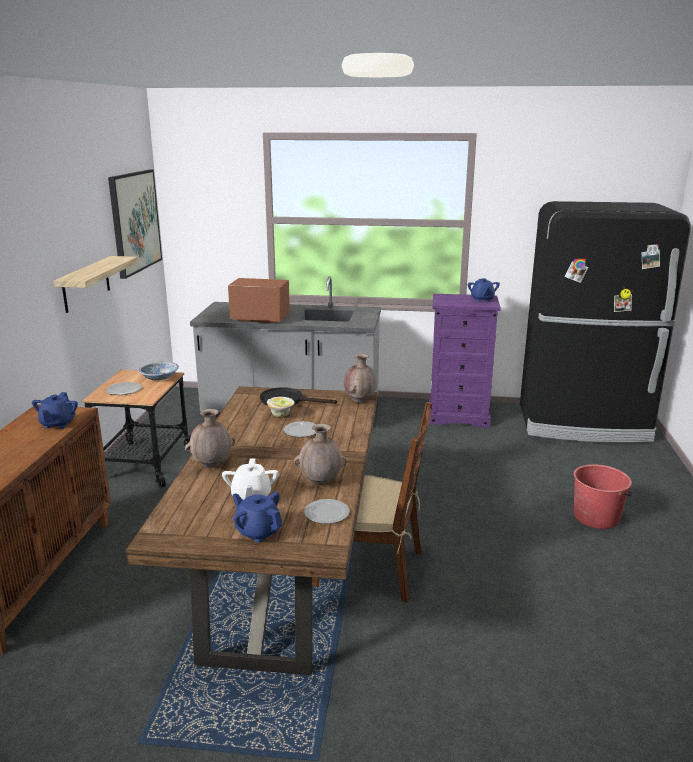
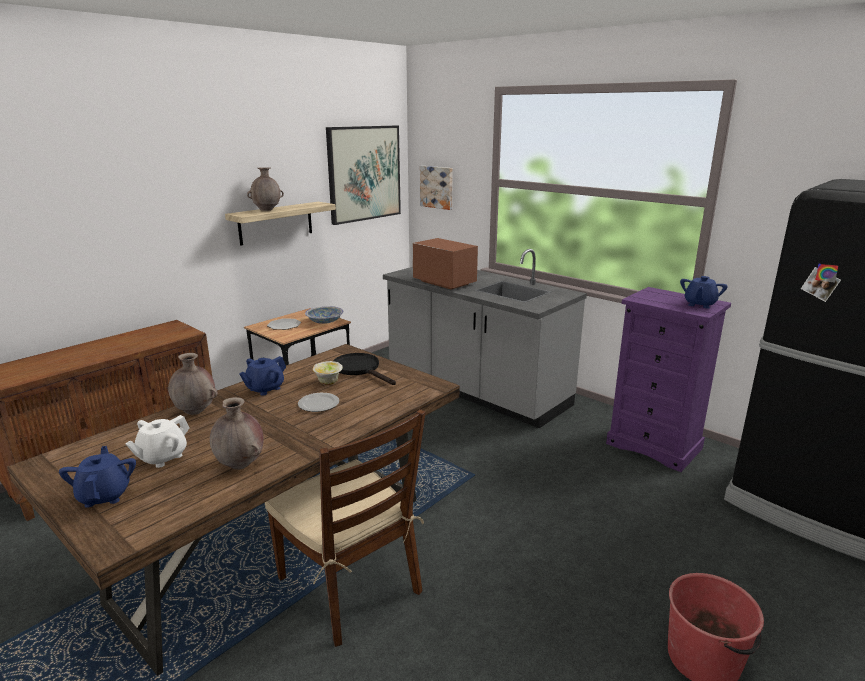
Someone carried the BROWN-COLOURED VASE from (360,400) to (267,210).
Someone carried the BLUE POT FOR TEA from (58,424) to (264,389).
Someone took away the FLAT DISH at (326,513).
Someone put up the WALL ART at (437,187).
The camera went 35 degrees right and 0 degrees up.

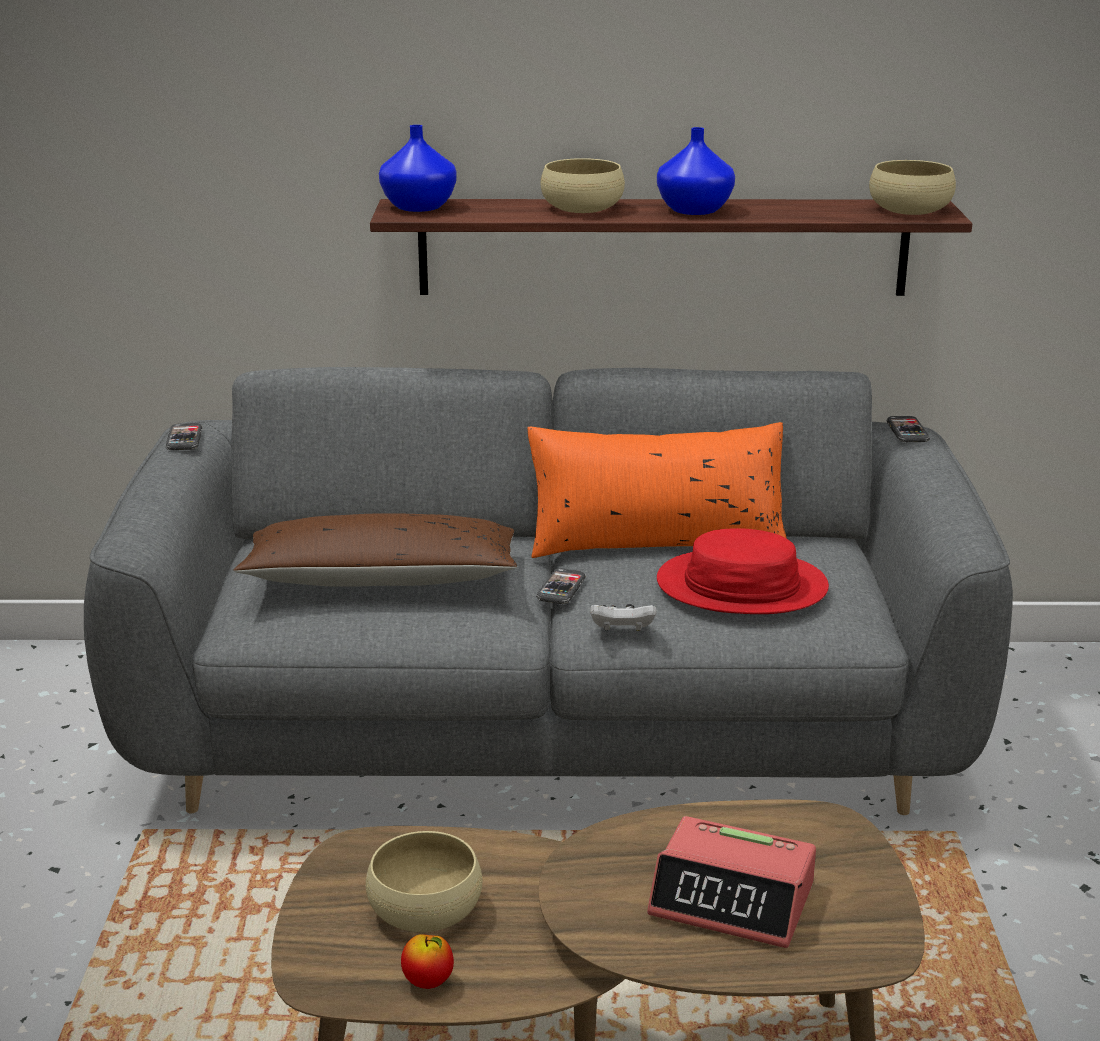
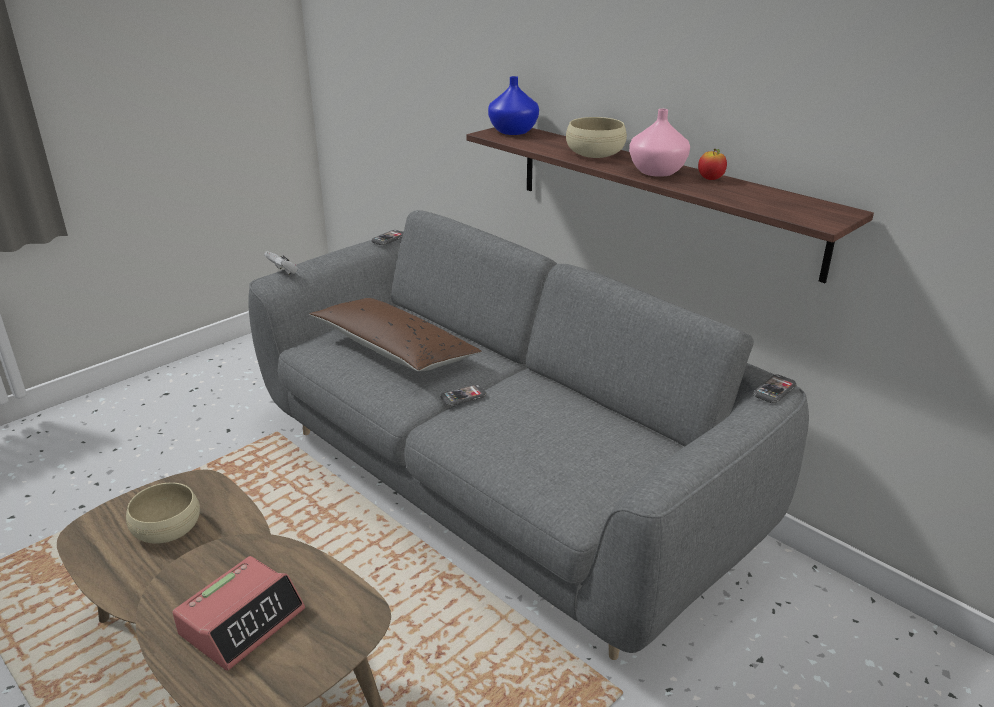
Someone repainted the BLUE VASE at (695,210), which became the PINK-COLOURED VASE at (658,172).
Someone took away the BEIGE SERVING BOWL at (909,209).
Someone took away the ORANGE CUSHION at (656,541).
Someone took away the RED-COLOURED HAT at (741,586).
Someone carried the WHITISH JOYPAD from (622,631) to (283,272).
Someone rotated the TABLE CLOCK at (733,899) by 120 degrees counterclockwise.
Someone carried the APPLE FRUIT from (428,982) to (710,179).
The camera went 45 degrees right and 5 degrees up.

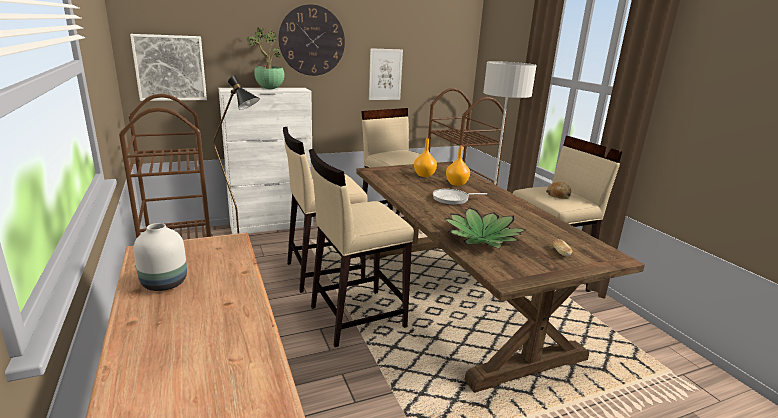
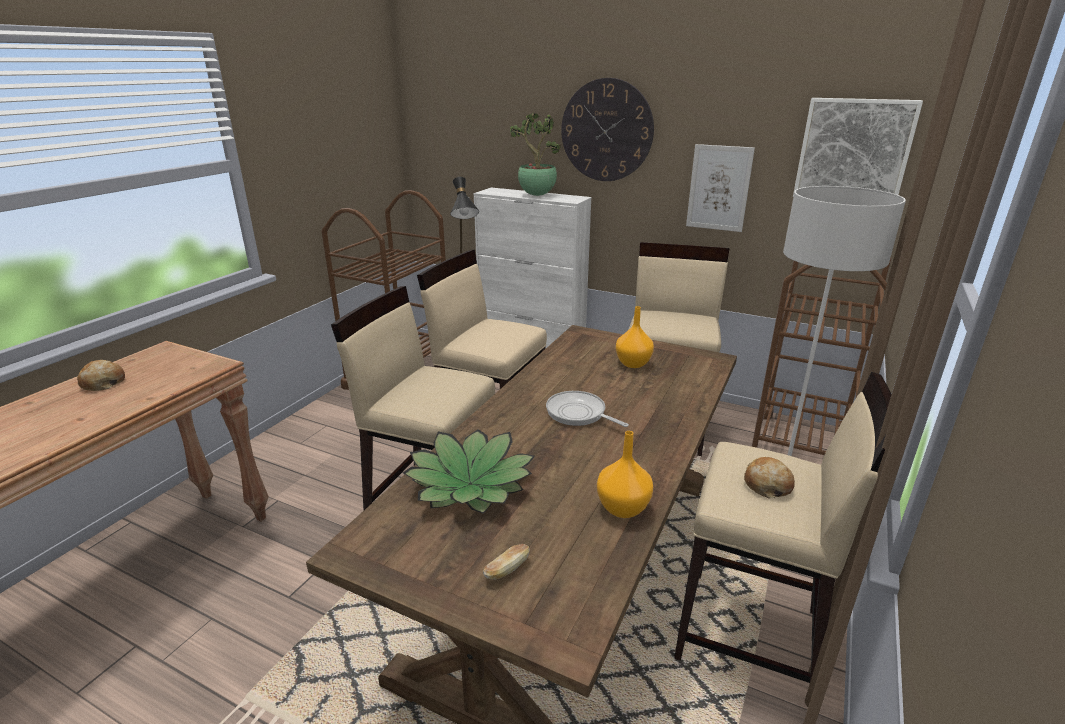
Someone carried the WALL ART from (170,68) to (853,151).
Someone carried the ORANGE VASE from (456,184) to (622,507).
Someone swapped the WHITISH VASE at (165,284) for the BAKERY BREAD at (103,383).
The camera went 50 degrees right and 5 degrees up.

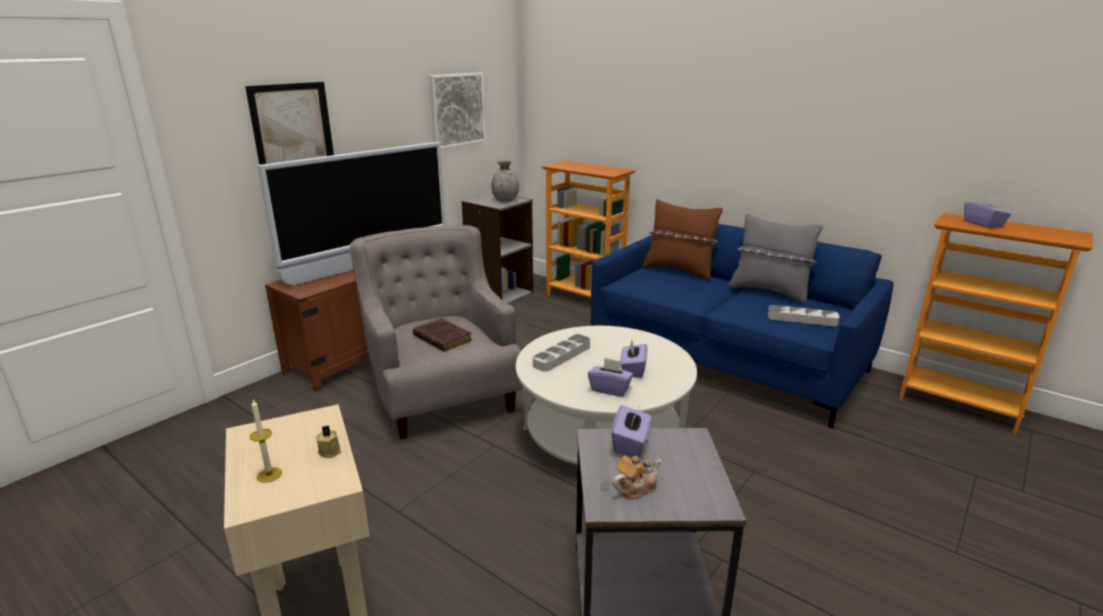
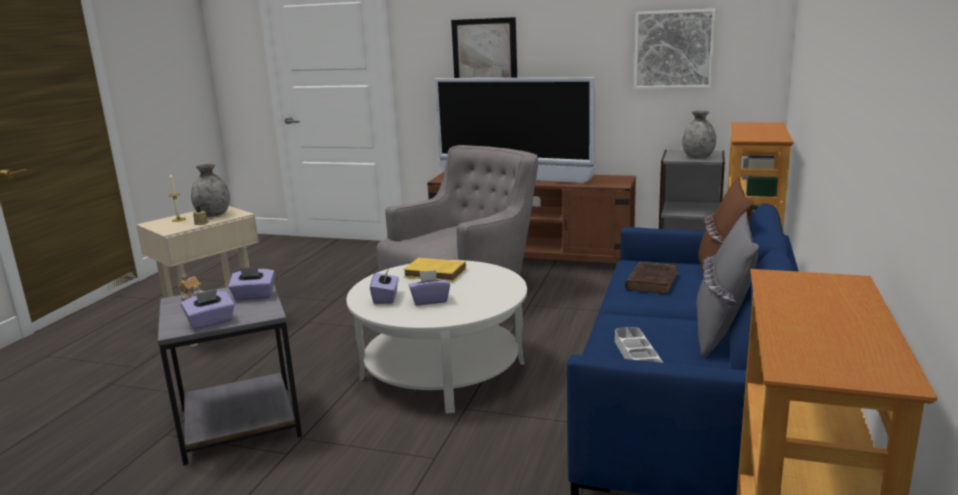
Someone carried the PURPLISH TISSUE HOLDER from (983,224) to (211,322).
Someone carried the BROWN-COLOURED VOLUME from (441,337) to (652,281).
Someone swapped the GRAY CARRYING TRAY at (562,356) for the YELLOW VOLUME at (437,273).
Someone put down the GRAY VASE at (213,215).
The camera went 70 degrees right and 5 degrees down.

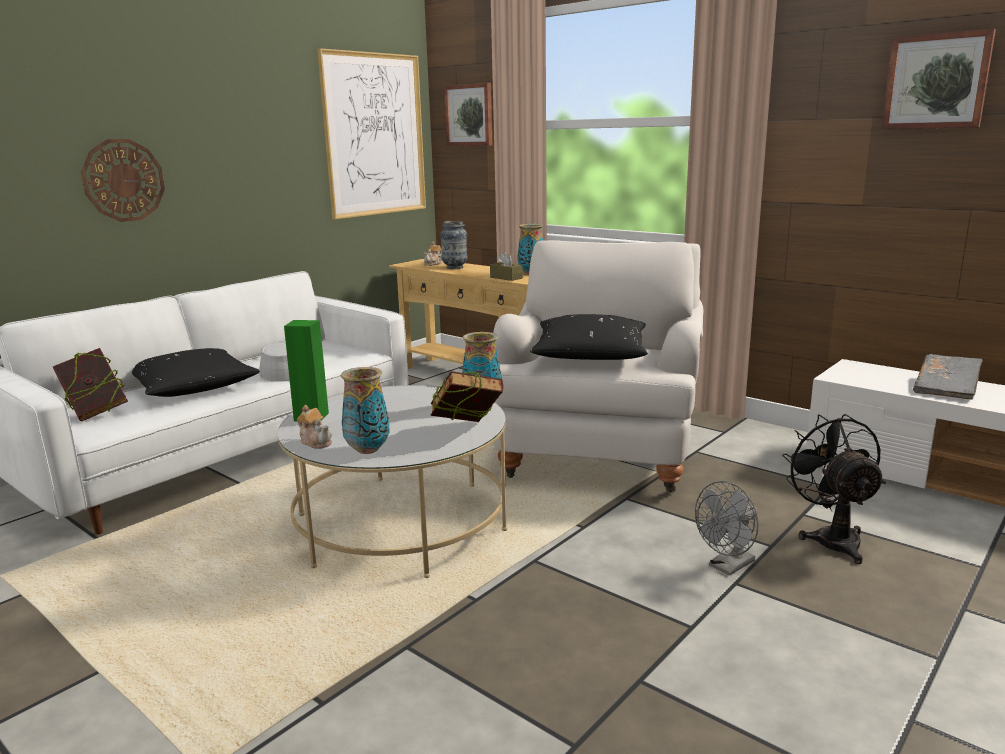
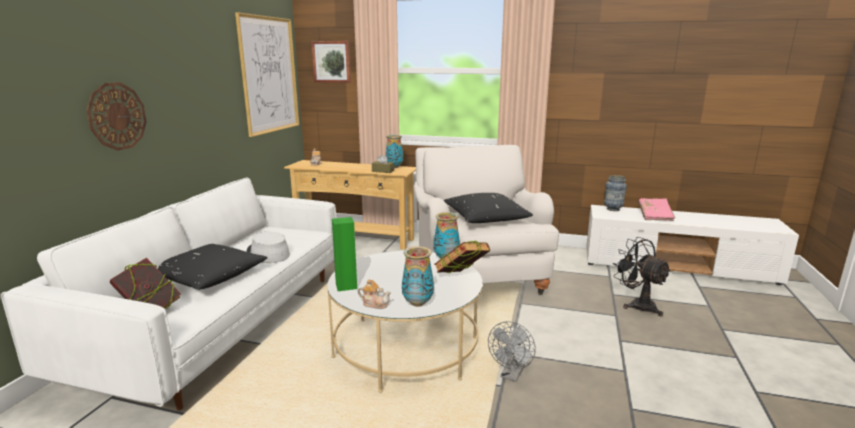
Someone took away the WALL ART at (936,81).
Someone carried the VASE from (455,268) to (613,209).
Someone repainted the GRAY VOLUME at (946,388), which became the PINK-COLOURED VOLUME at (655,215).
Someone carried the GRAY COOLING FAN from (727,567) to (511,375).
The camera went 25 degrees left and 0 degrees up.

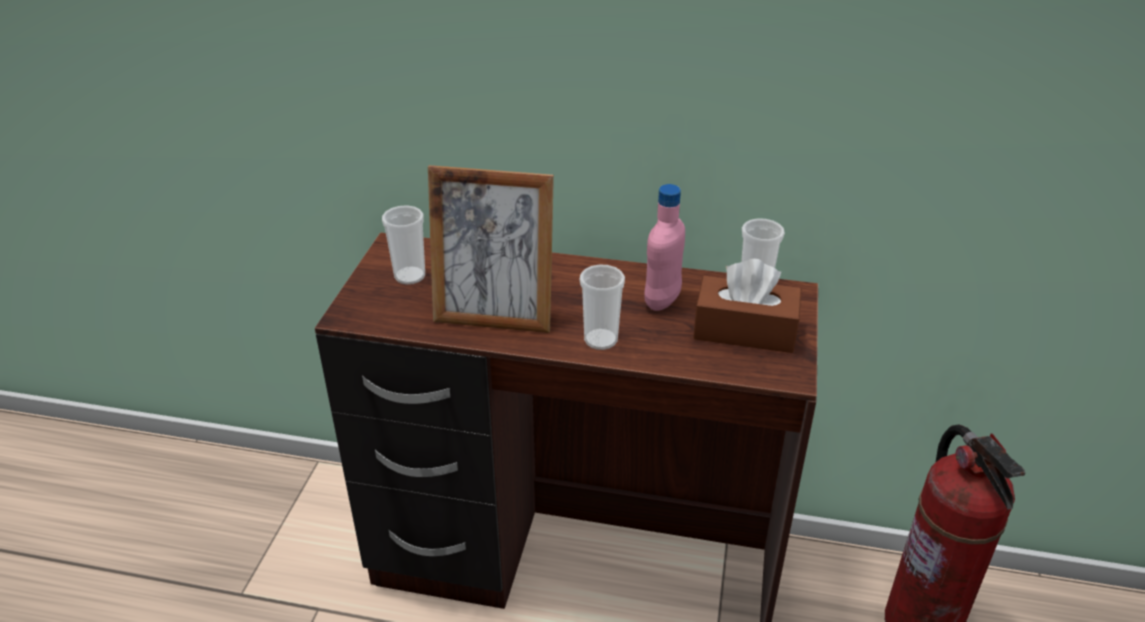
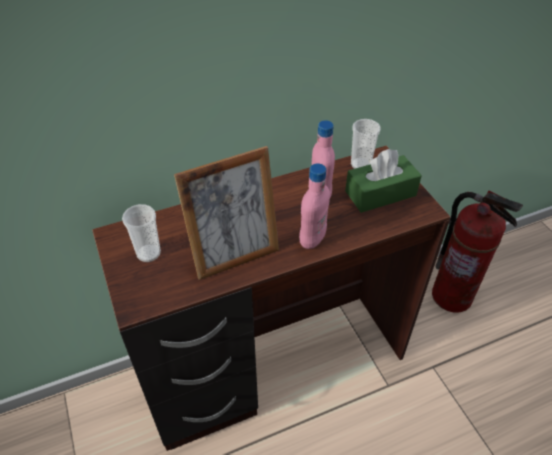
Someone repainted the BROWN-COLOURED TISSUE HOLDER at (745,330), which became the GREENISH TISSUE HOLDER at (380,193).
Someone swapped the DRINKING CUP at (600,340) for the PINK-COLOURED BEVERAGE BOTTLE at (312,239).
The camera went 35 degrees left and 10 degrees up.

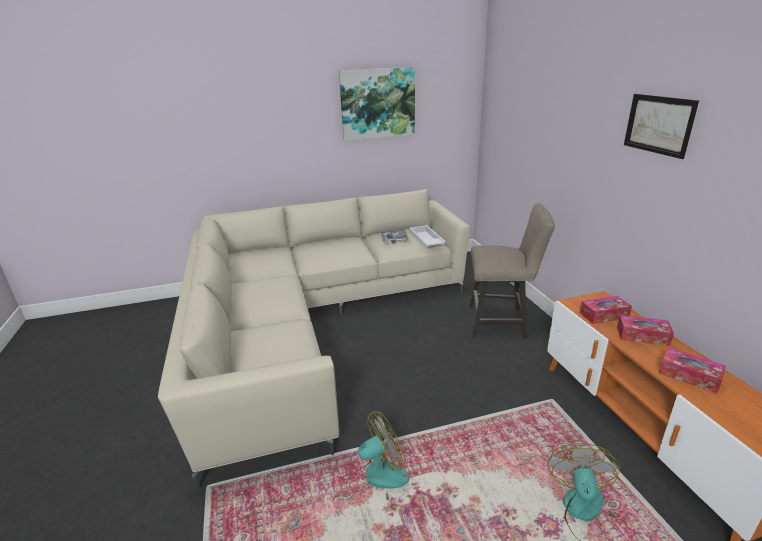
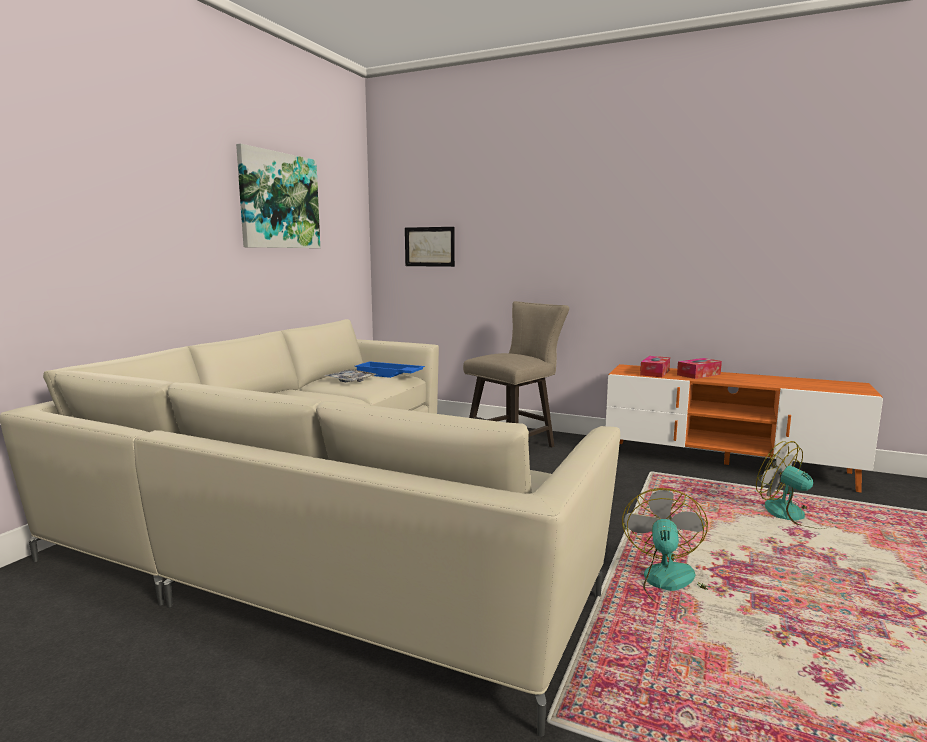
Someone carried the WALL ART from (658,124) to (429,246).
Someone repainted the WHITISH CARRYING TRAY at (425,240), which became the BLUE CARRYING TRAY at (388,374).
Someone took away the TISSUE HOLDER at (689,376).
The camera went 50 degrees left and 15 degrees down.

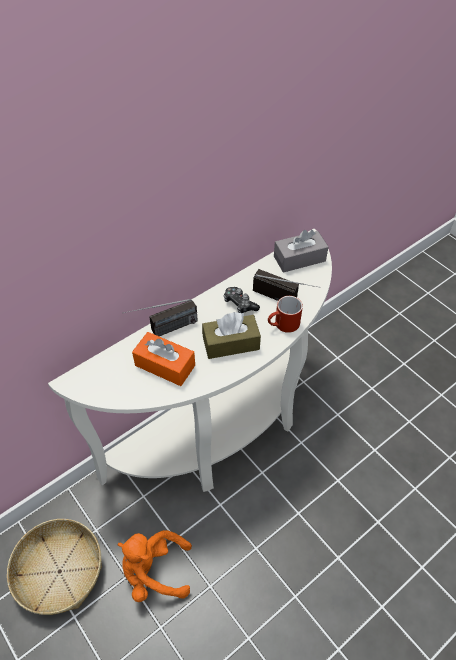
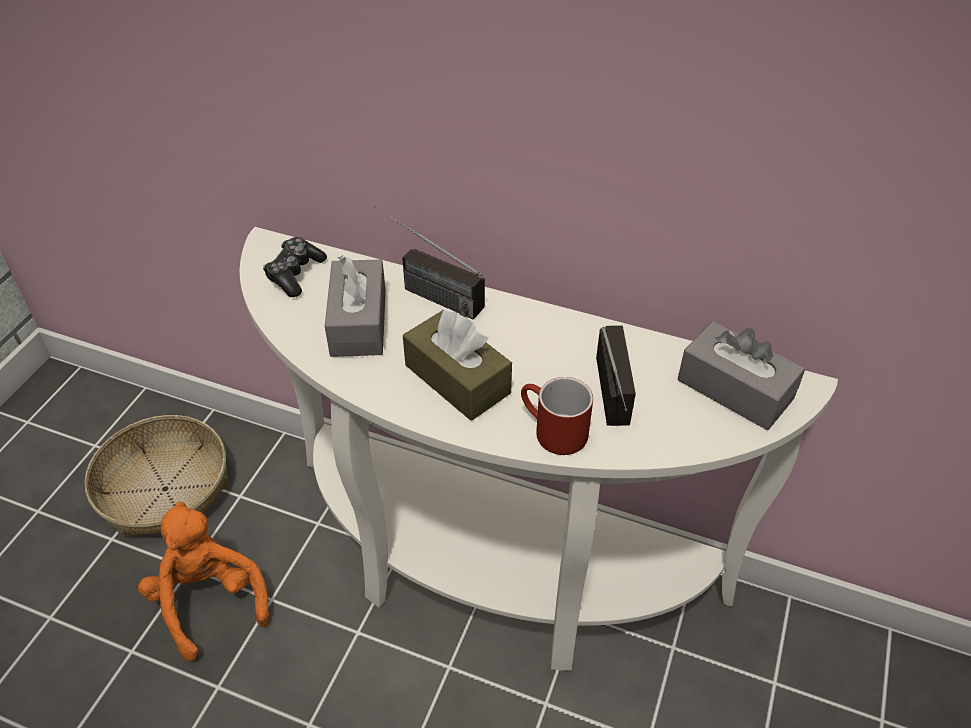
Someone carried the JOYPAD from (239,304) to (295,274).
Someone repainted the ORANGE TISSUE HOLDER at (165,365), which became the GRAY TISSUE HOLDER at (358,322).
The camera went 60 degrees right and 5 degrees down.

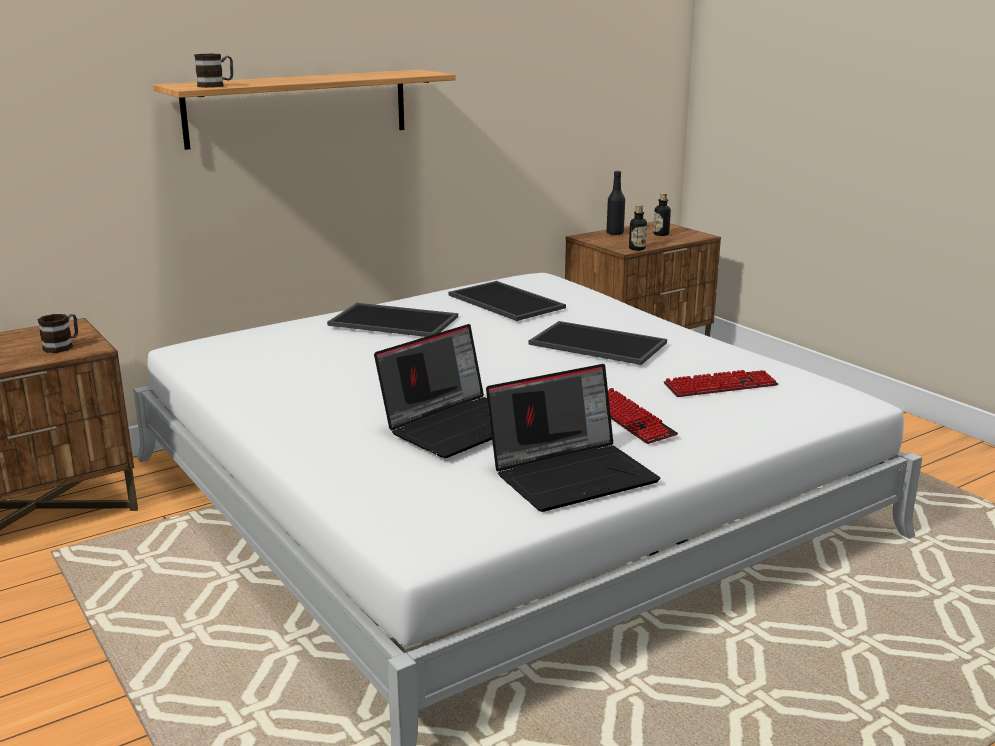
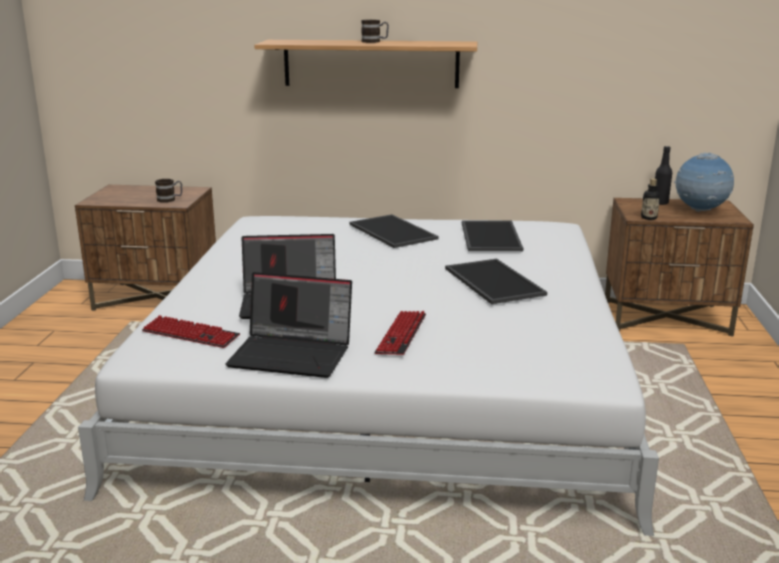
Someone carried the TEA MUG from (216,85) to (375,41).
Someone swapped the BEVERAGE BOTTLE at (661,234) for the DESK GLOBE at (700,211).
Someone carried the KEYBOARD from (720,386) to (190,334).
The camera went 40 degrees right and 0 degrees up.

